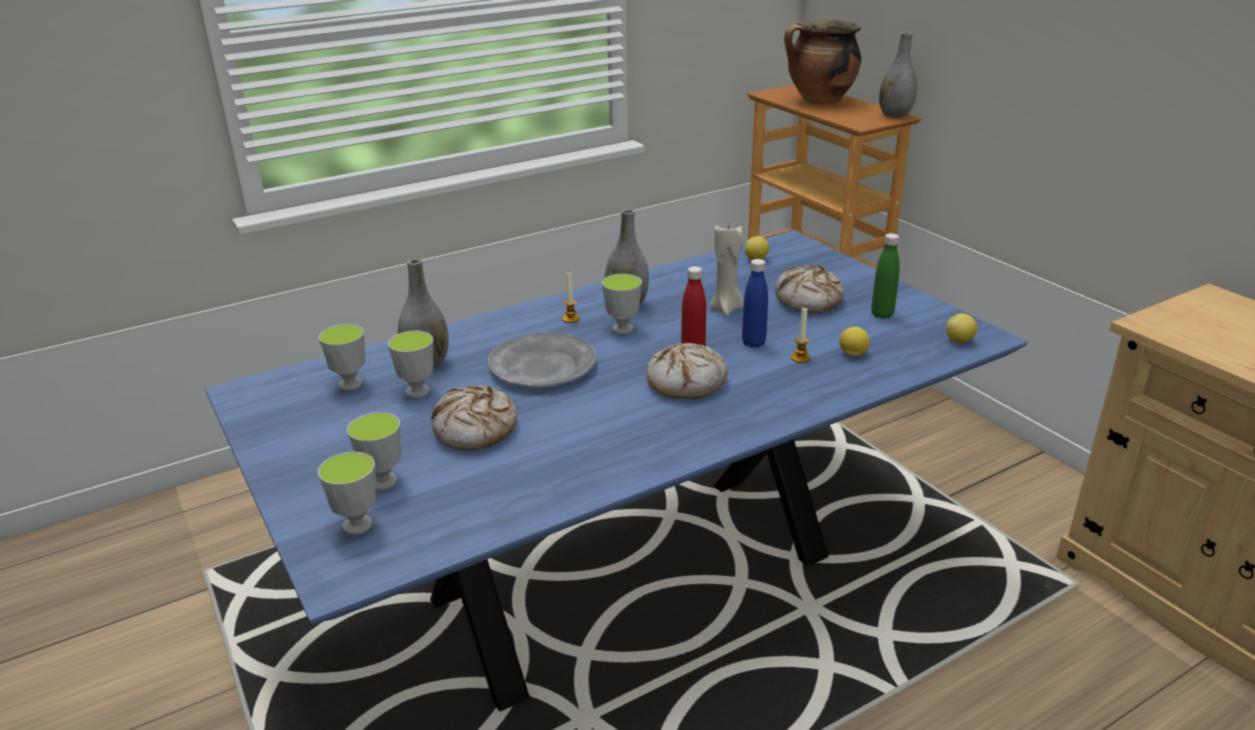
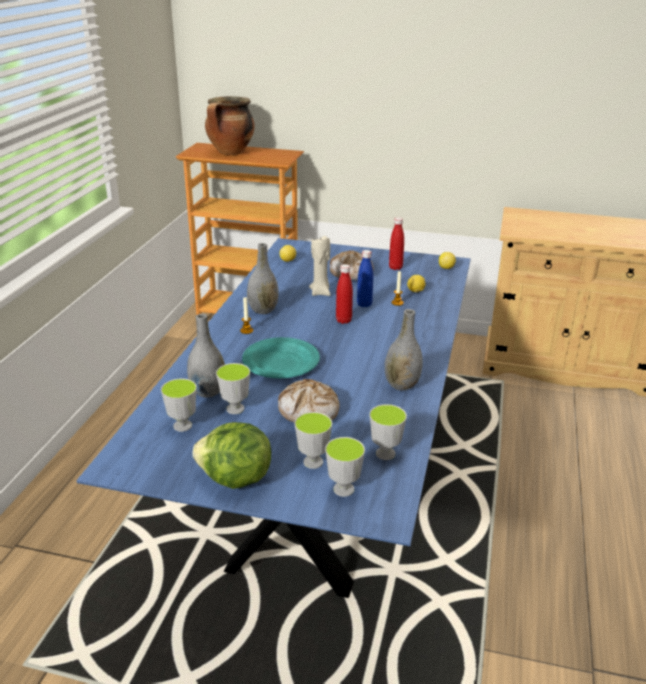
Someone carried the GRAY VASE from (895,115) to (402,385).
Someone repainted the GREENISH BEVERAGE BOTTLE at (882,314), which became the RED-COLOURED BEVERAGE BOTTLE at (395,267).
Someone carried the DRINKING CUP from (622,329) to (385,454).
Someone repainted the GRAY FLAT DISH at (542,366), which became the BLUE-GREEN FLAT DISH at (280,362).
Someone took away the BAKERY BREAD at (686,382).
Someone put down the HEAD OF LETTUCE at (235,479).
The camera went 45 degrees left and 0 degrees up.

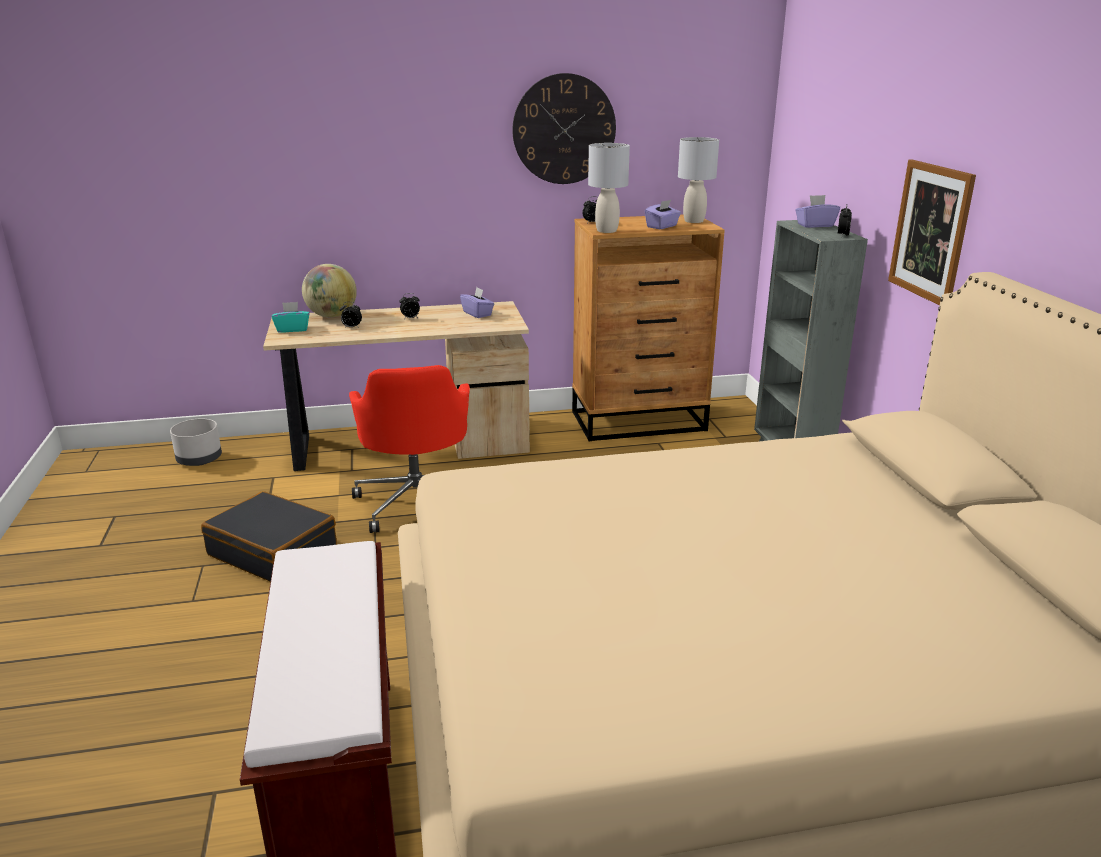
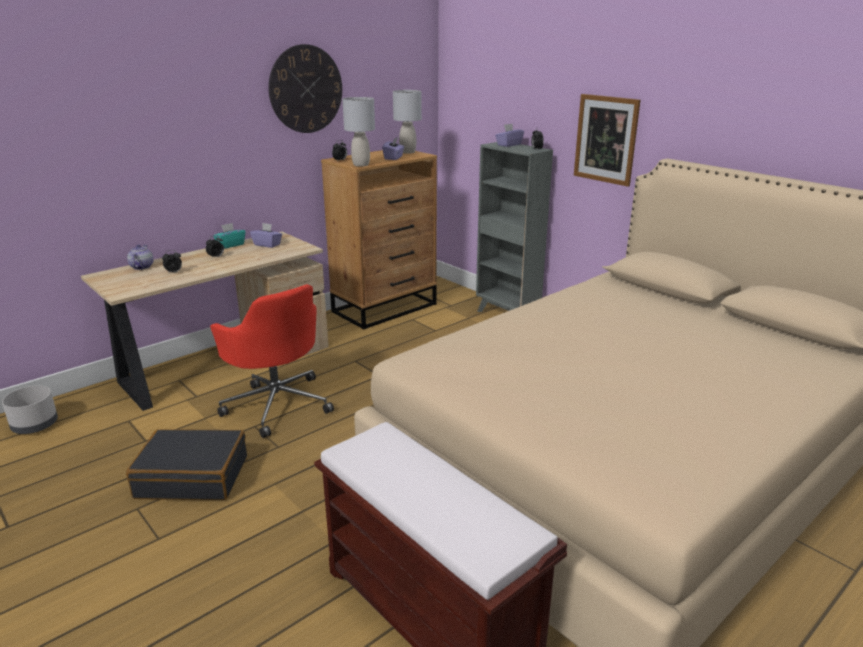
Someone swapped the DESK GLOBE at (331,316) for the POT FOR TEA at (141,267).
Someone carried the BLUE-GREEN TISSUE HOLDER from (293,329) to (230,245).
The camera went 30 degrees left and 0 degrees up.

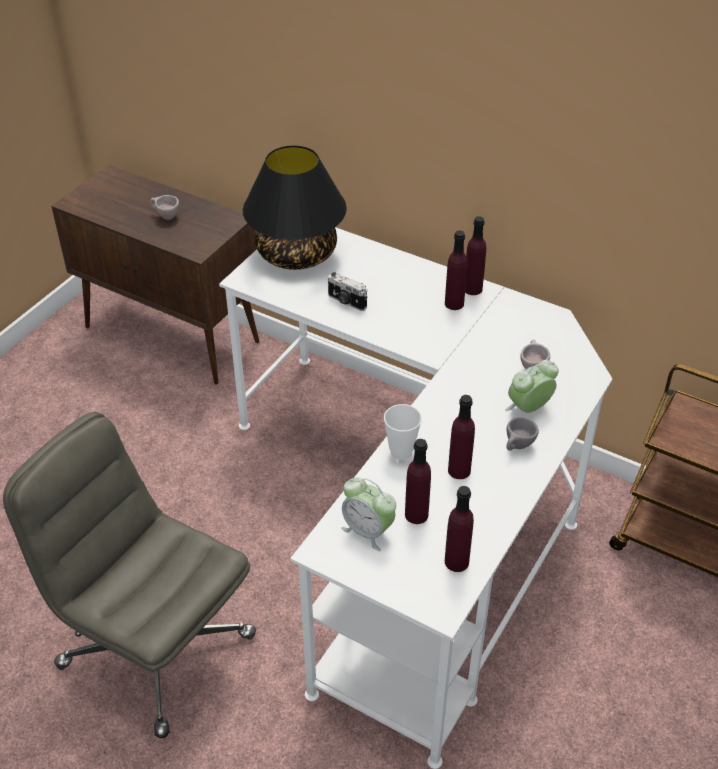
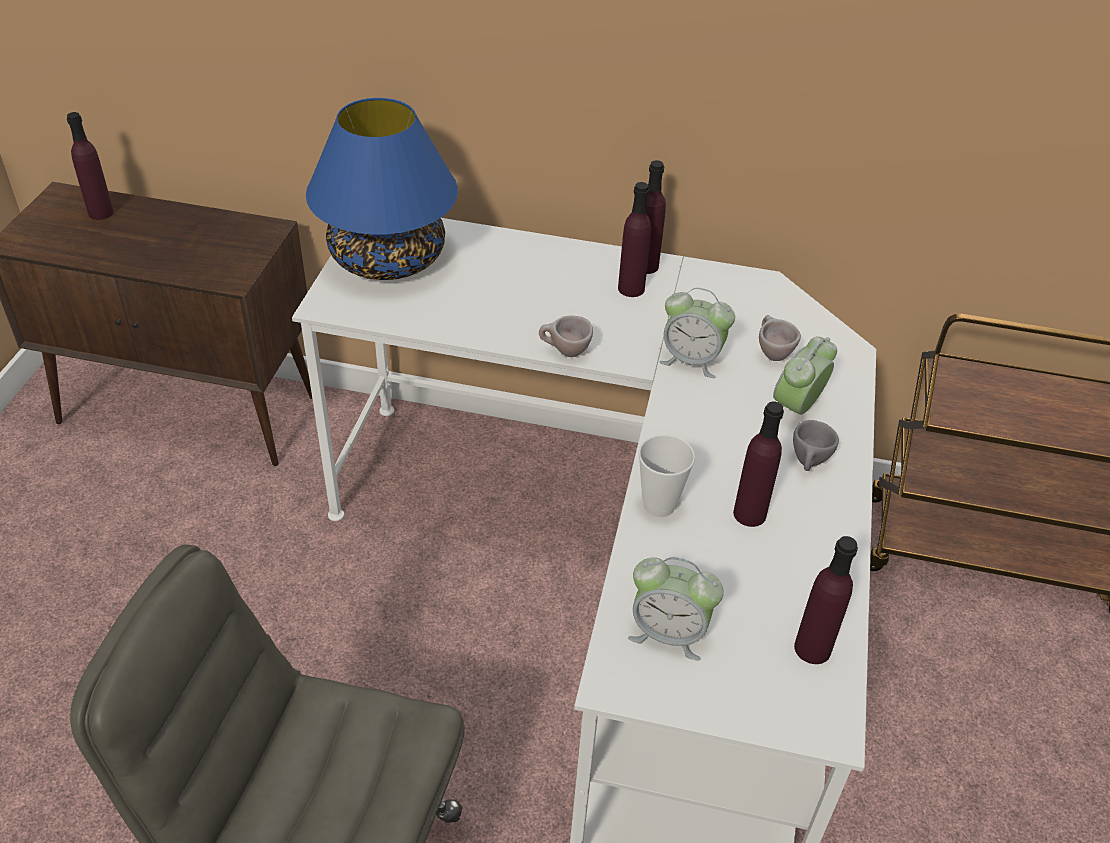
Someone repainted the BLACKISH LAMP FOR A TABLE at (297,253), which became the BLUE LAMP FOR A TABLE at (388,258).
Someone carried the BEIGE DRINKING CUP from (165,217) to (564,352).
Someone took away the PHOTO CAMERA at (346,302).
Someone carried the PURPLISH BEVERAGE BOTTLE from (416,515) to (101,213).
Someone put down the TABLE CLOCK at (691,360).
The camera went 20 degrees left and 0 degrees up.

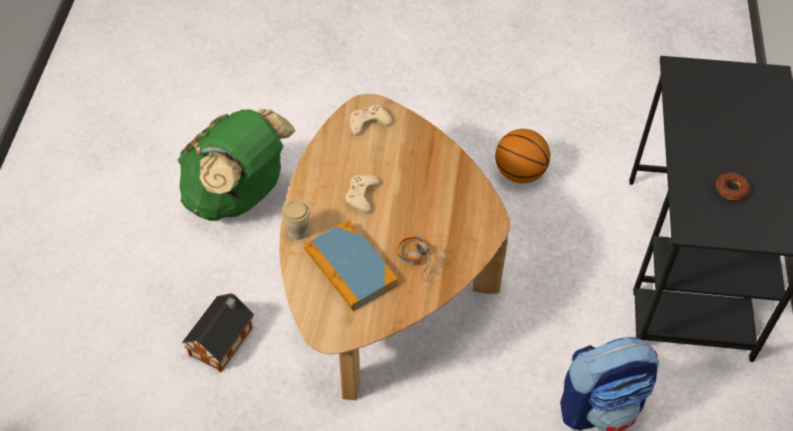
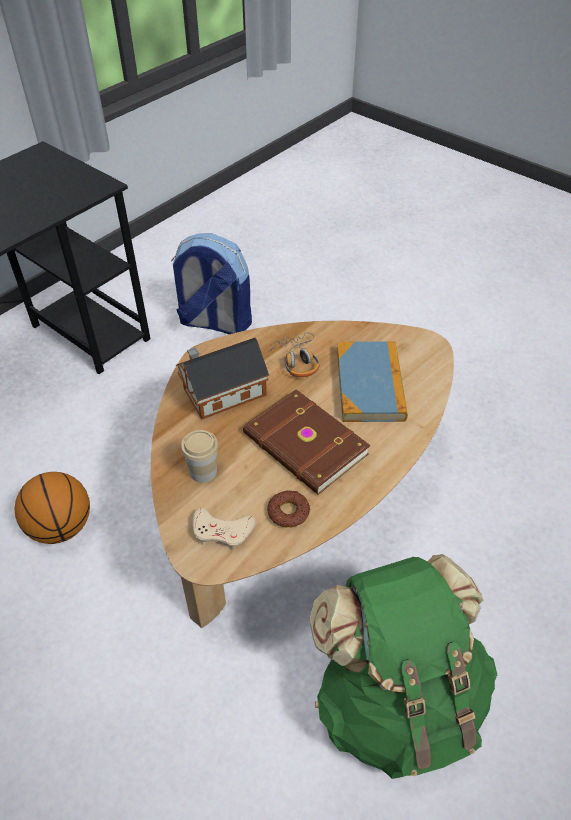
Someone carried the DONUT from (731,189) to (288,512).
Someone swapped the BEIGE JOYPAD at (362,195) for the BROWN-COLOURED VOLUME at (304,446).
Someone carried the DRINKING CUP from (298,231) to (203,472).
Someone carried the TOY HOUSE from (223,339) to (221,392).
The camera went 145 degrees left and 5 degrees down.

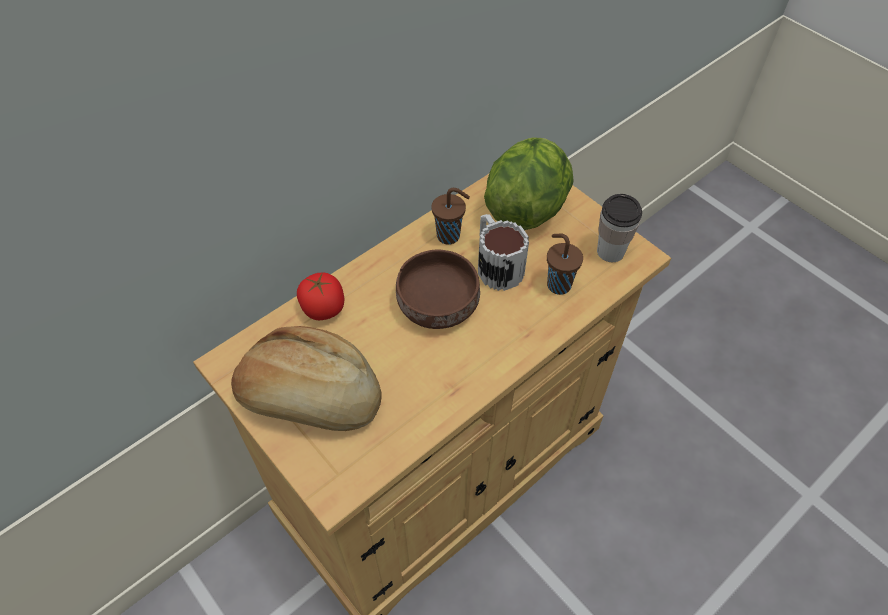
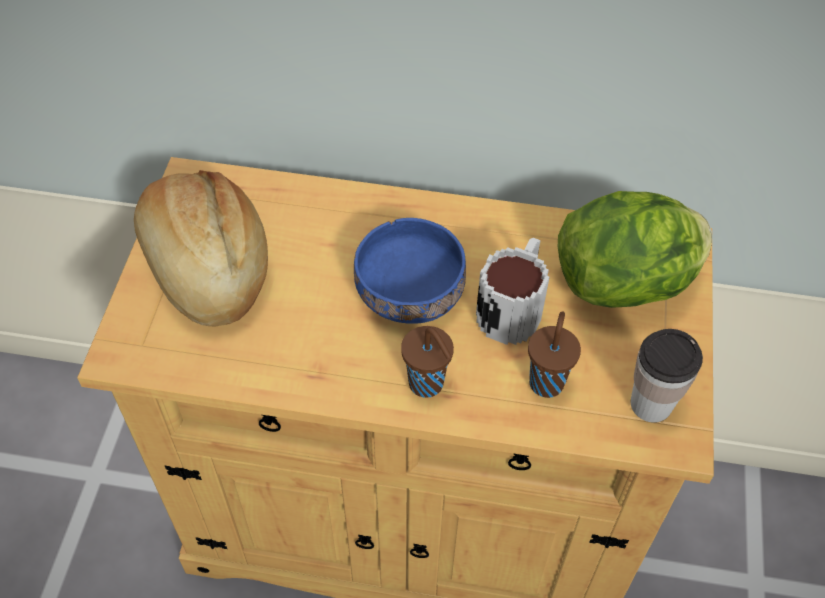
Someone carried the BROWN-COLOURED DRINKING CUP from (450,236) to (427,385).
Someone repainted the BROWN-COLOURED SERVING BOWL at (439,305), which became the BLUE SERVING BOWL at (409,293).
Someone took away the TOMATO at (323,308).
The camera went 50 degrees right and 0 degrees up.

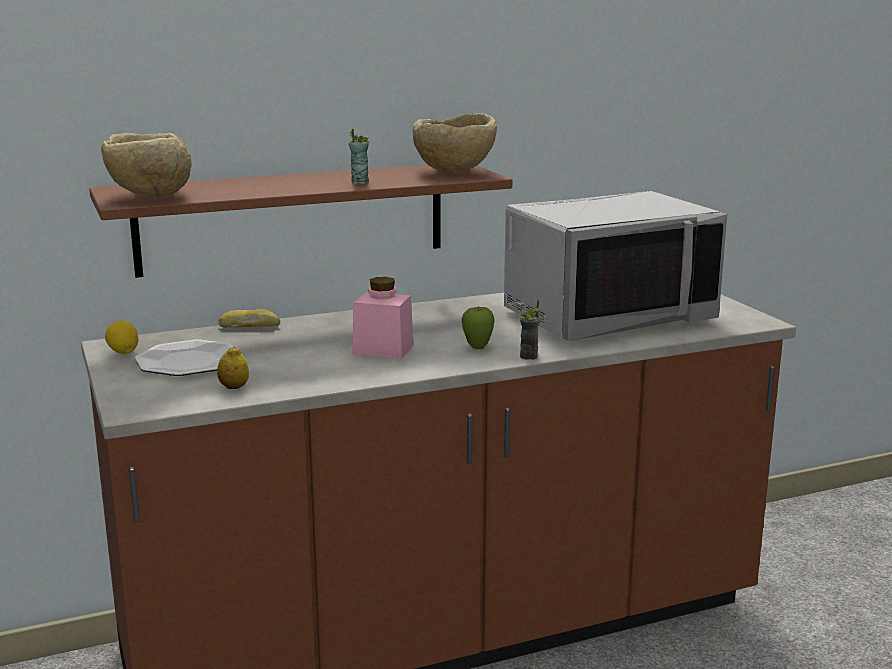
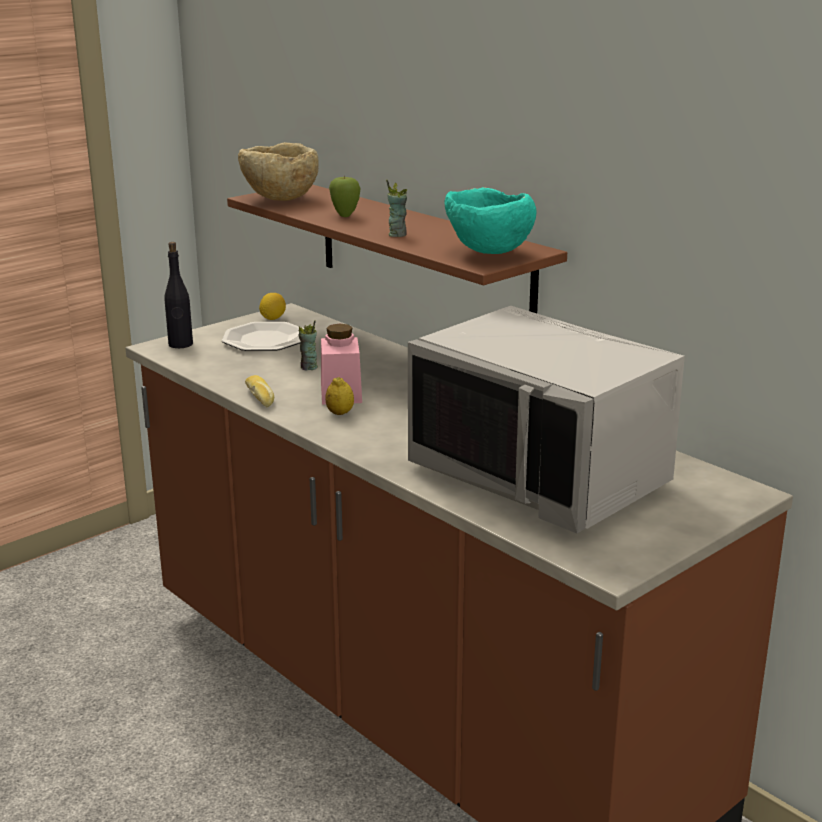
Someone repainted the BEIGE SERVING BOWL at (455,173), which became the BLUE-GREEN SERVING BOWL at (487,254).
Someone carried the DRINKING CUP from (529,356) to (309,367).
Someone carried the APPLE FRUIT from (477,348) to (345,216).
Someone carried the BAKERY BREAD from (250,326) to (261,397).
Someone carried the CITRUS FRUIT from (234,387) to (340,413).
Someone put down the BLACKISH BEVERAGE BOTTLE at (180,344).
The camera went 70 degrees right and 5 degrees up.

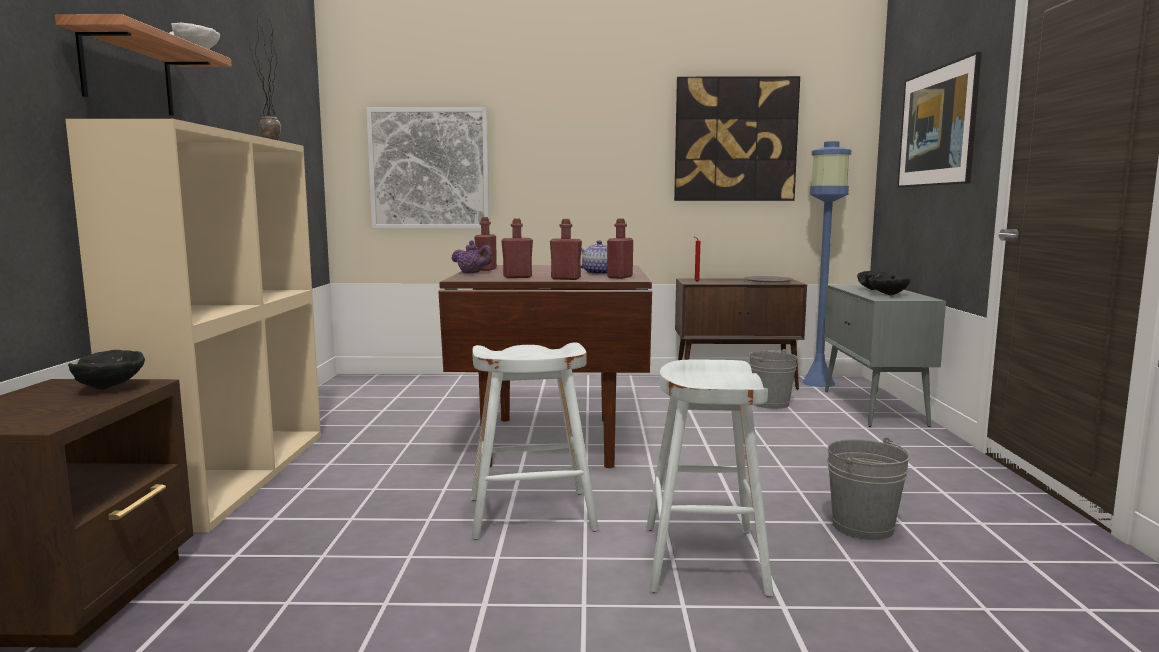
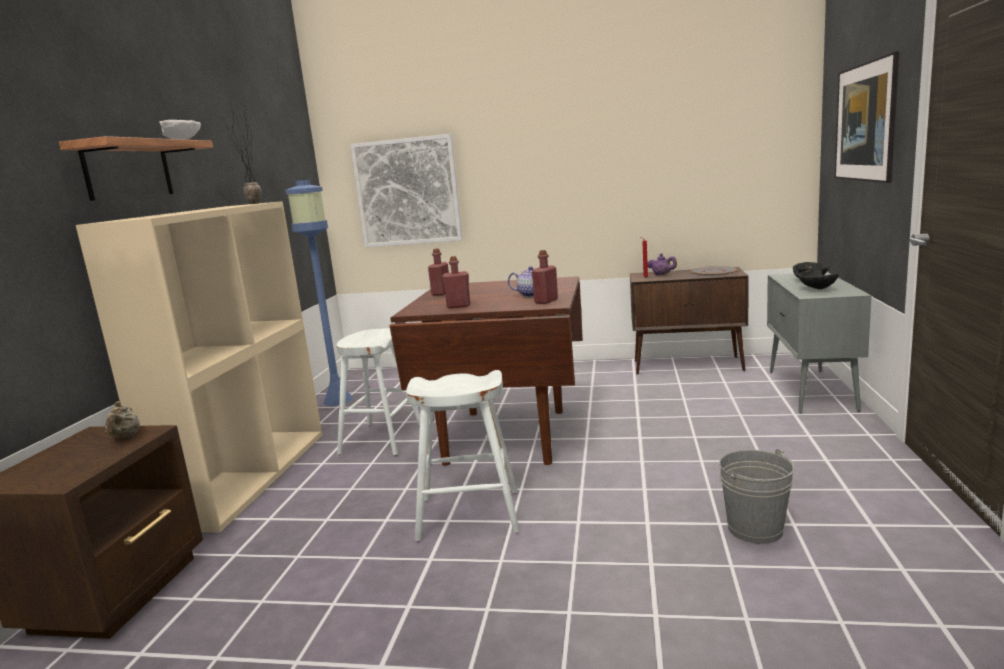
Someone took away the WALL ART at (735,140).
Someone carried the BLUE FLOOR LAMP from (818,383) to (337,400).
Someone took away the RED-COLOURED BEVERAGE BOTTLE at (565,279).
Someone carried the PURPLISH POT FOR TEA from (472,273) to (662,275).
Someone took away the GRAY PAIL at (770,403).
Someone swapped the BLACKISH SERVING BOWL at (111,388) for the BEIGE POT FOR TEA at (125,438).
Someone carried the WHITISH STOOL from (704,560) to (381,439).
The camera went 10 degrees right and 5 degrees up.

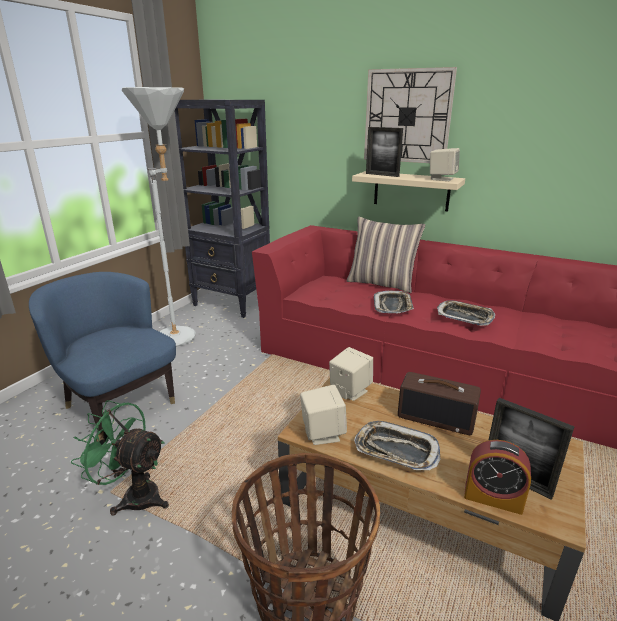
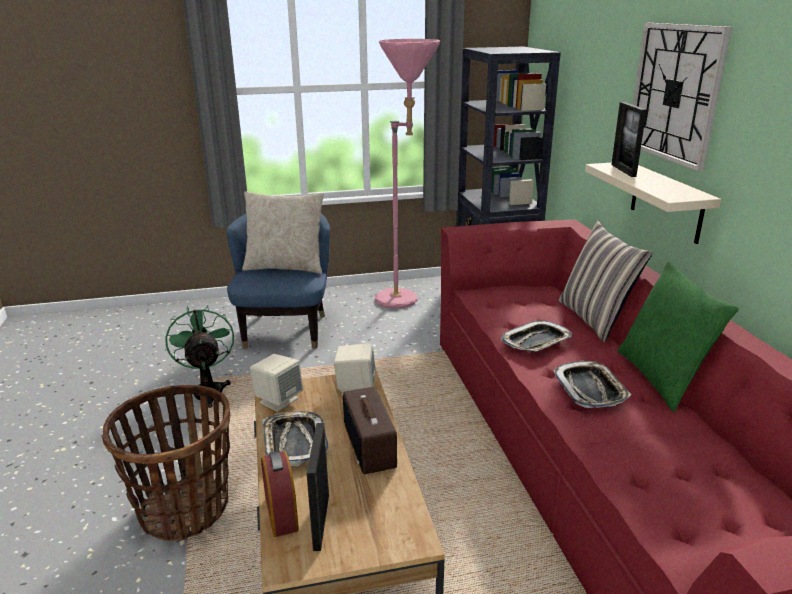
Someone repainted the WHITISH FLOOR LAMP at (182,334), which became the PINK-COLOURED FLOOR LAMP at (405,299).
Someone took away the BEIGE SPEAKER at (442,179).
Someone put down the BEIGE CUSHION at (285,267).
Someone put down the GREENISH CUSHION at (662,378).
The camera went 50 degrees right and 0 degrees up.

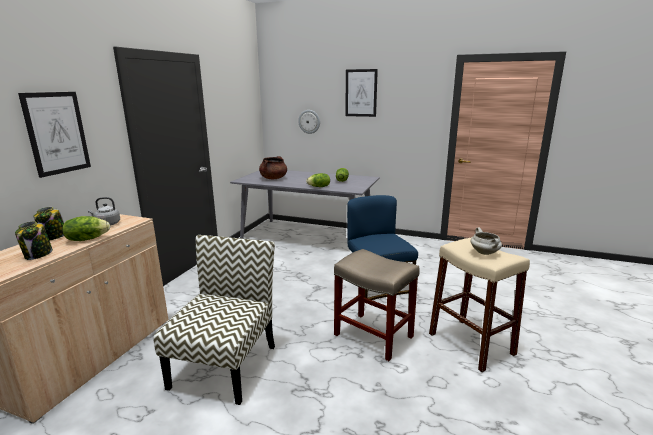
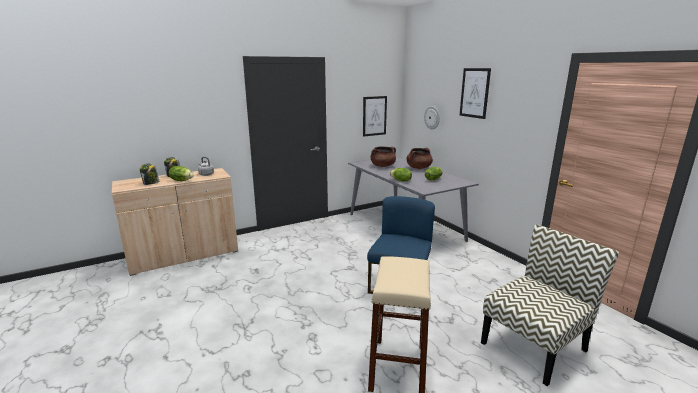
Someone carried the WALL ART from (57,133) to (374,116).
Someone took away the WHITISH SAUCEPOT at (485,253).
Someone carried the PLAIN CHAIR from (224,365) to (534,345).
Someone took away the BEIGE STOOL at (374,336).
Someone put down the BROWN-COLOURED SAUCEPOT at (419,168).
The camera went 40 degrees right and 0 degrees up.

